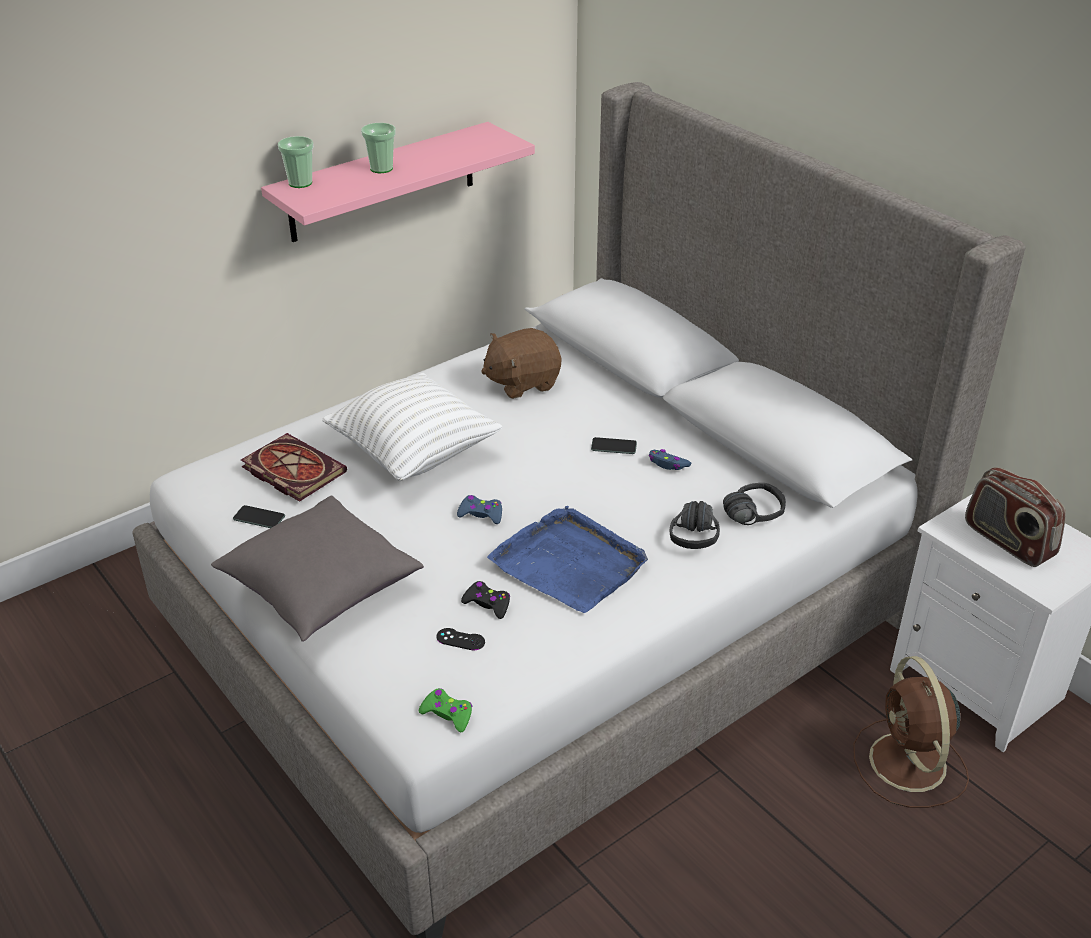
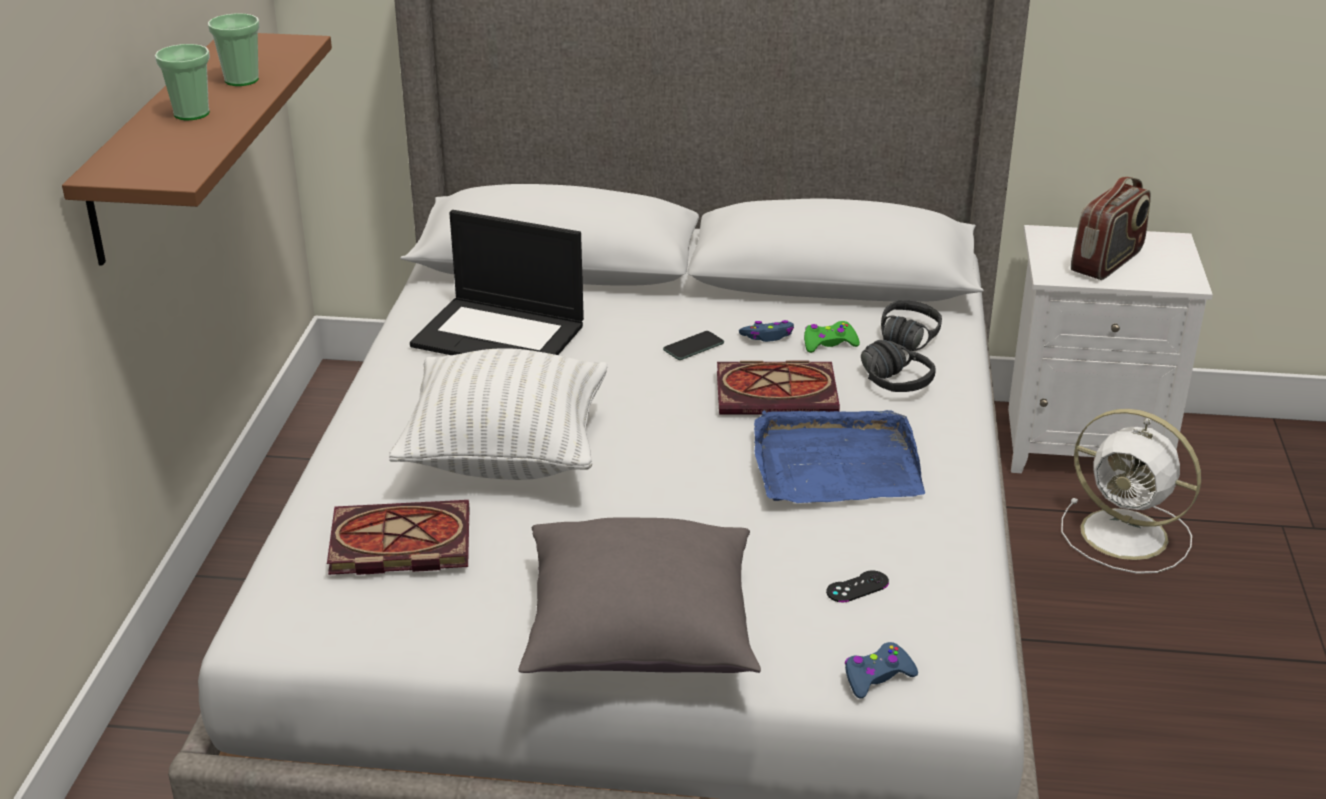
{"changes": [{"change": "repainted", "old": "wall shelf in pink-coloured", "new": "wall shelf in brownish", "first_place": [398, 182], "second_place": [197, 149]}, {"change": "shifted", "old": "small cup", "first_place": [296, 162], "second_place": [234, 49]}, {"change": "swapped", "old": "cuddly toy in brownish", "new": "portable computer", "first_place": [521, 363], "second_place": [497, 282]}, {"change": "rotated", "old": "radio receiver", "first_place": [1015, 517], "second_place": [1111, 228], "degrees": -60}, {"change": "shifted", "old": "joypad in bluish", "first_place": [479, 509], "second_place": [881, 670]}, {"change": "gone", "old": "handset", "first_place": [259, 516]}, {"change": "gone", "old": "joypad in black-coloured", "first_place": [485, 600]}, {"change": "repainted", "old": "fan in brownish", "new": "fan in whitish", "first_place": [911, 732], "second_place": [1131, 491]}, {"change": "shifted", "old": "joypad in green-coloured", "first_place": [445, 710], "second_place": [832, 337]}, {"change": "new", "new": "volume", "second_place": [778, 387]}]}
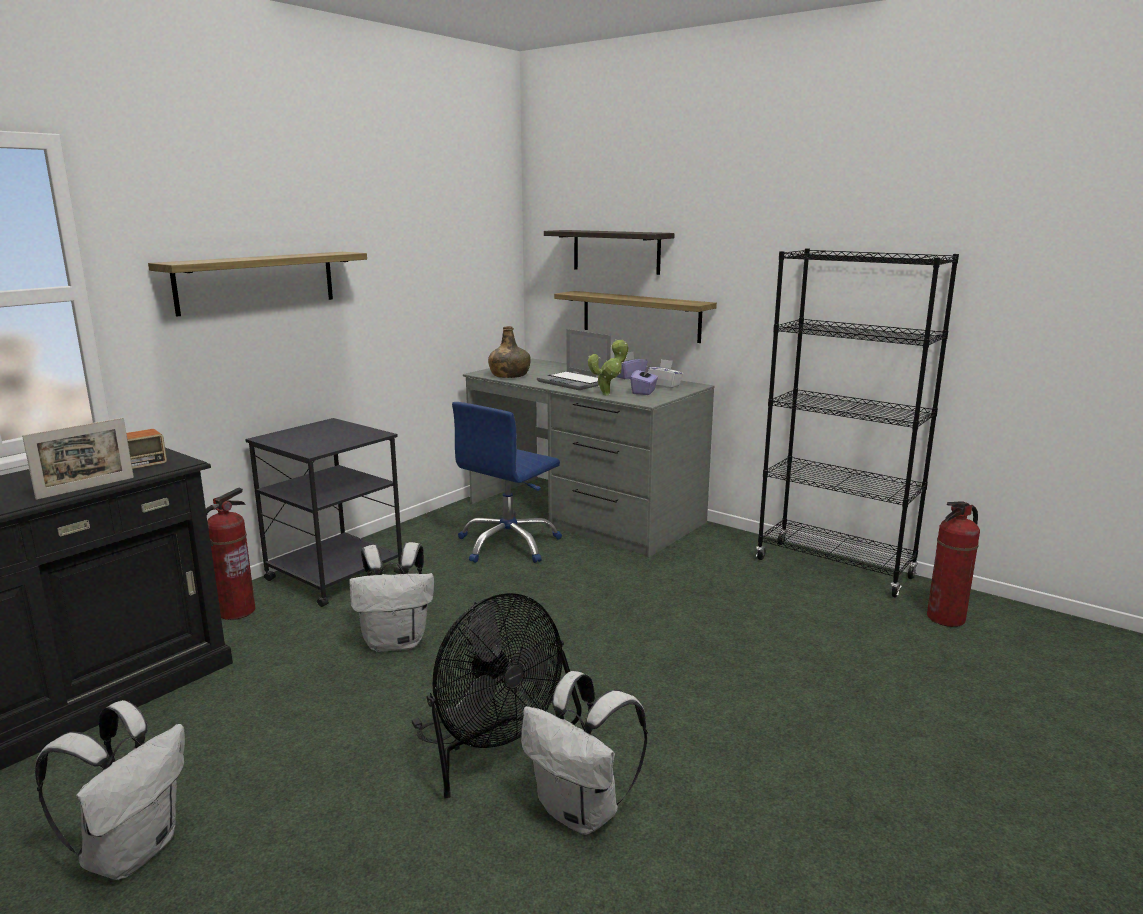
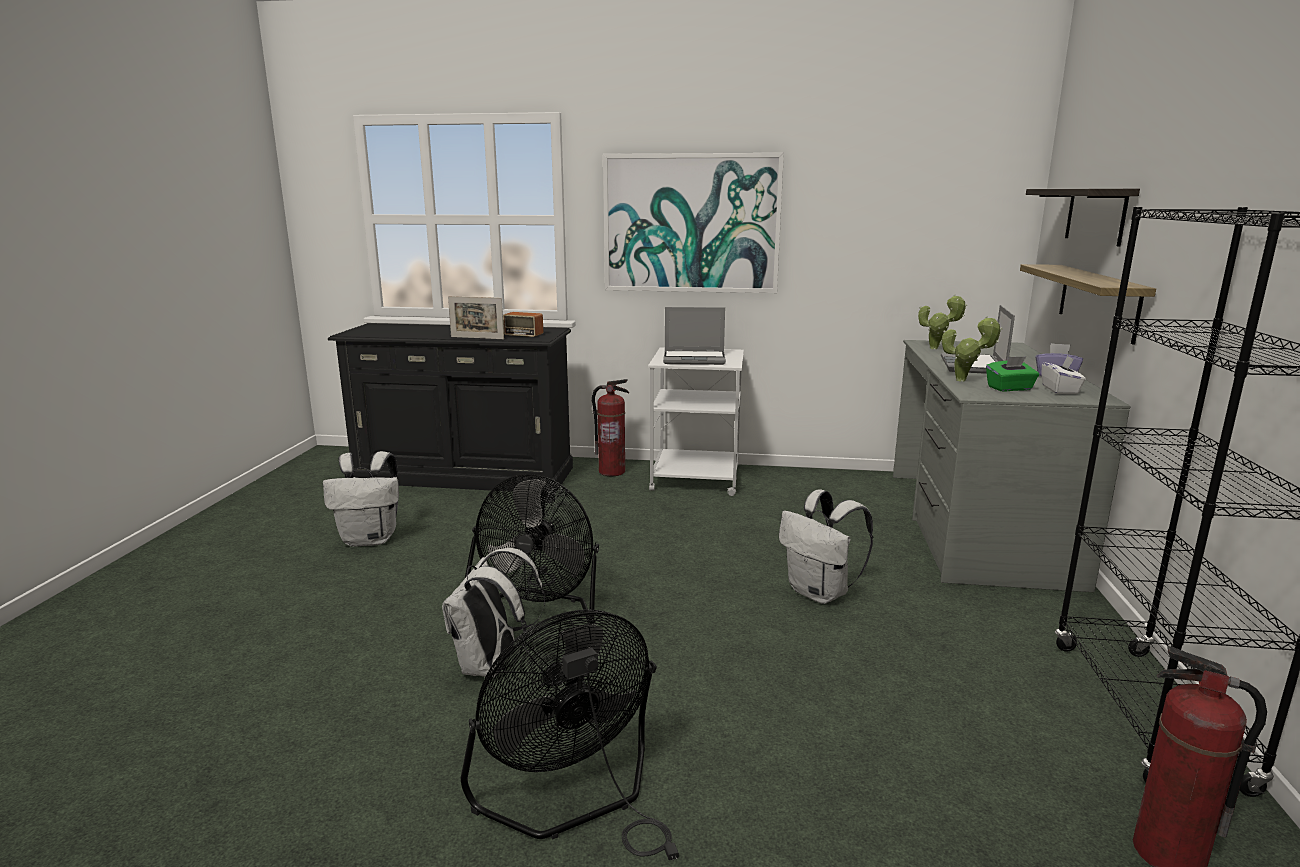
{"changes": [{"change": "swapped", "old": "wall shelf", "new": "wall art", "first_place": [257, 284], "second_place": [693, 223]}, {"change": "swapped", "old": "drink bottle in green-coloured", "new": "potted plant", "first_place": [509, 352], "second_place": [942, 322]}, {"change": "repainted", "old": "tissue box in purple-coloured", "new": "tissue box in green-coloured", "first_place": [644, 380], "second_place": [1012, 373]}, {"change": "gone", "old": "computer chair in bluish", "first_place": [507, 482]}, {"change": "repainted", "old": "wheeled cart in black-coloured", "new": "wheeled cart in whitish", "first_place": [323, 512], "second_place": [696, 421]}, {"change": "shifted", "old": "rucksack in whitish", "first_place": [391, 597], "second_place": [826, 547]}, {"change": "new", "new": "portable computer", "second_place": [694, 336]}, {"change": "new", "new": "fan in black-coloured", "second_place": [570, 734]}]}
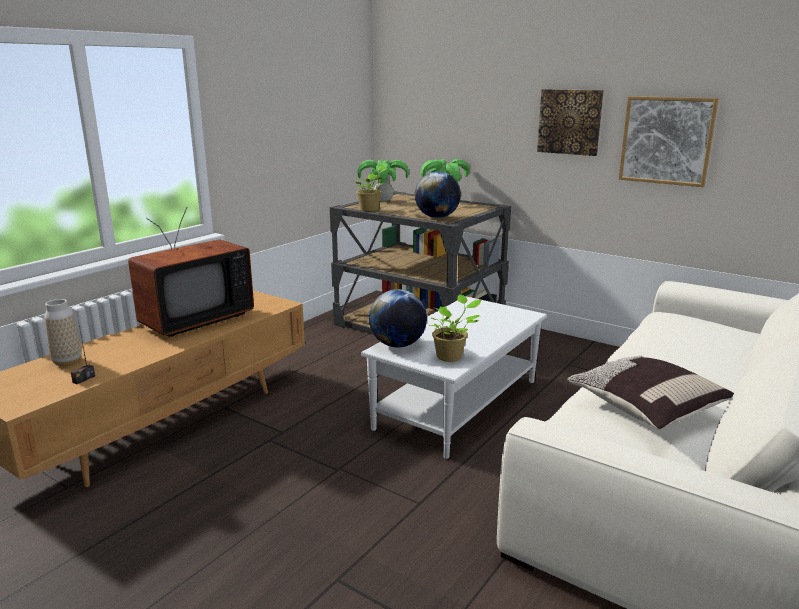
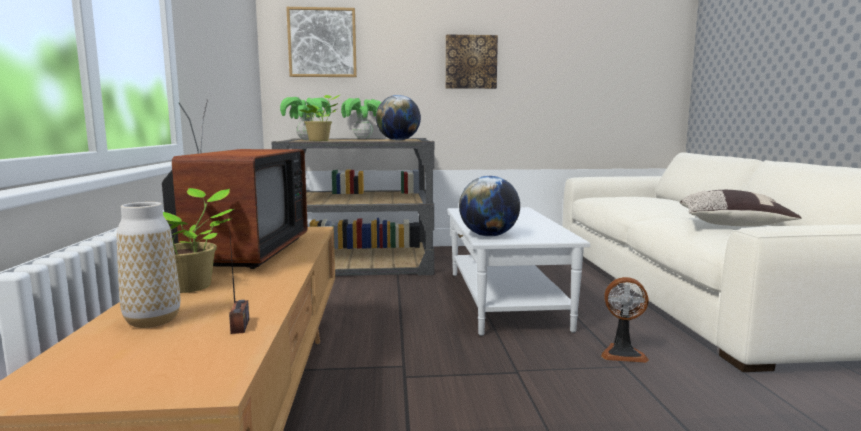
{"changes": [{"change": "shifted", "old": "wall art", "first_place": [669, 141], "second_place": [321, 42]}, {"change": "shifted", "old": "potted plant", "first_place": [455, 328], "second_place": [198, 240]}, {"change": "new", "new": "fan", "second_place": [625, 320]}]}
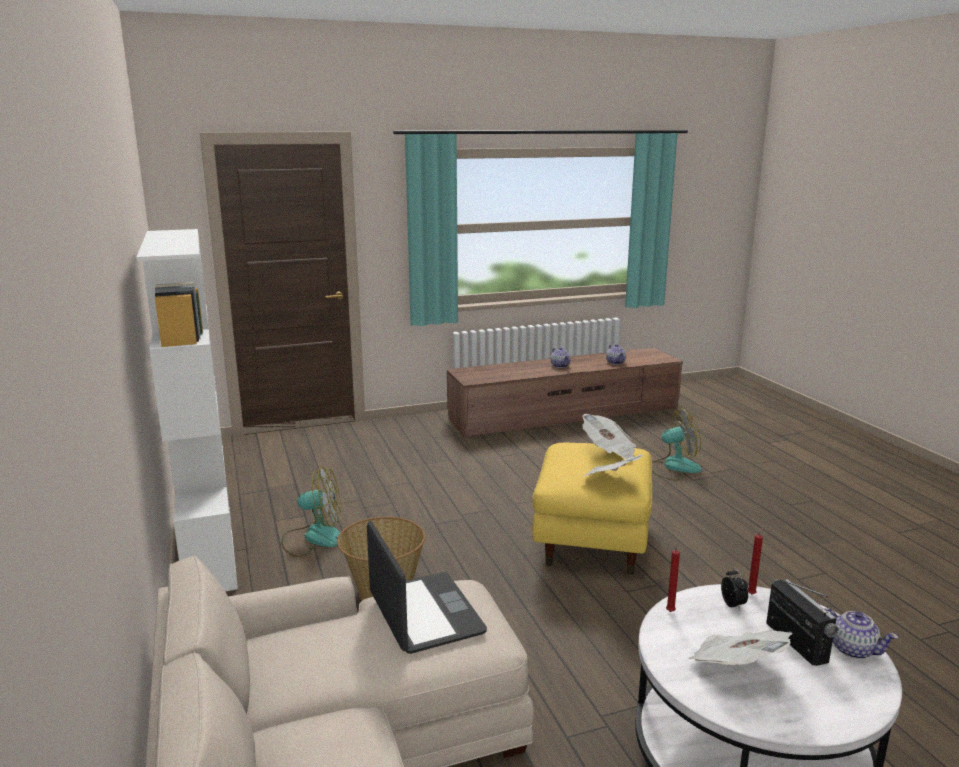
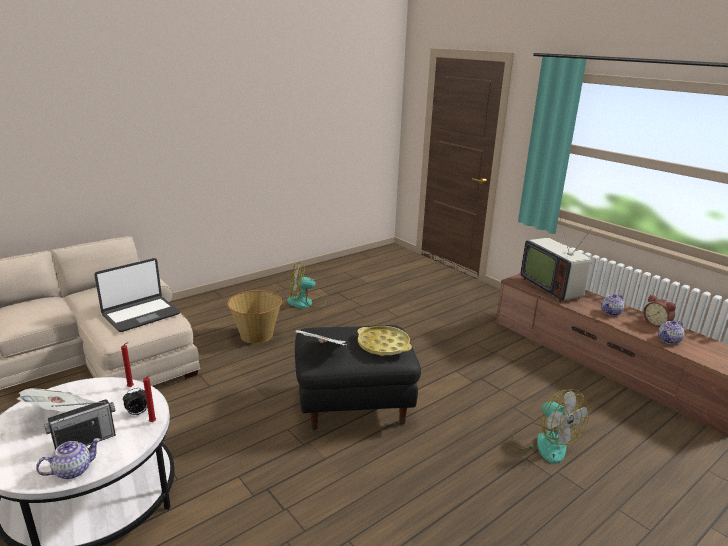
{"changes": [{"change": "gone", "old": "bookcase in whitish", "first_place": [187, 410]}, {"change": "swapped", "old": "newspaper", "new": "carrying tray in yellowish", "first_place": [609, 436], "second_place": [384, 341]}, {"change": "repainted", "old": "footrest in yellowish", "new": "footrest in black-coloured", "first_place": [592, 509], "second_place": [358, 377]}, {"change": "rotated", "old": "fan", "first_place": [311, 511], "second_place": [306, 285], "degrees": 105}, {"change": "rotated", "old": "tea pot", "first_place": [862, 633], "second_place": [68, 458], "degrees": -150}, {"change": "new", "new": "TV set", "second_place": [556, 260]}, {"change": "new", "new": "bedside clock", "second_place": [659, 311]}]}
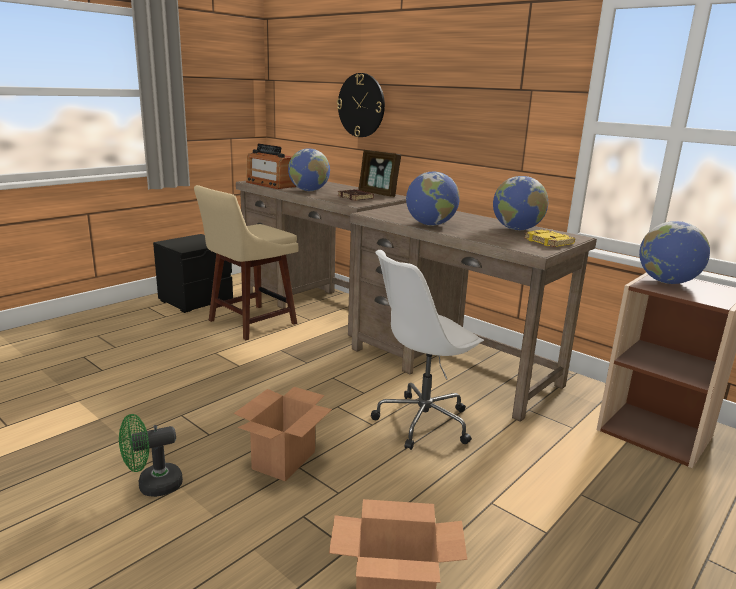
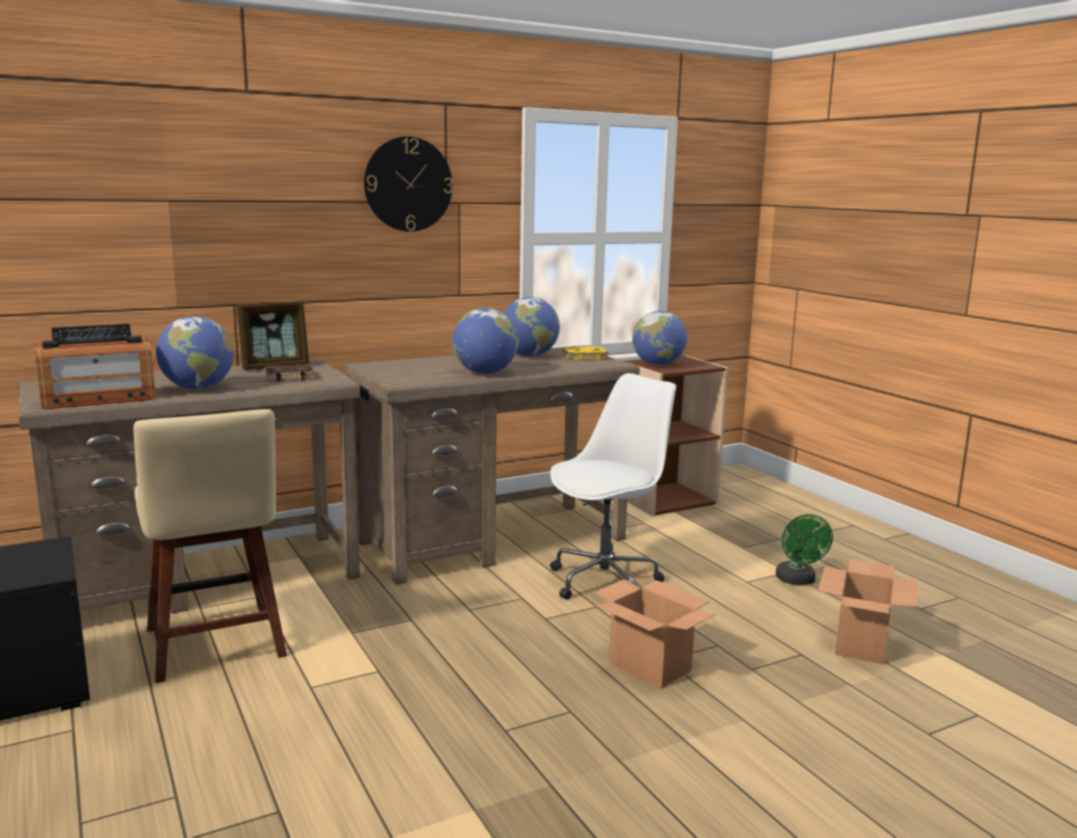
{"changes": [{"change": "shifted", "old": "wall clock", "first_place": [361, 105], "second_place": [408, 184]}, {"change": "rotated", "old": "computer chair in whitish", "first_place": [427, 350], "second_place": [613, 486], "degrees": -120}, {"change": "shifted", "old": "fan in green-coloured", "first_place": [151, 455], "second_place": [804, 549]}]}
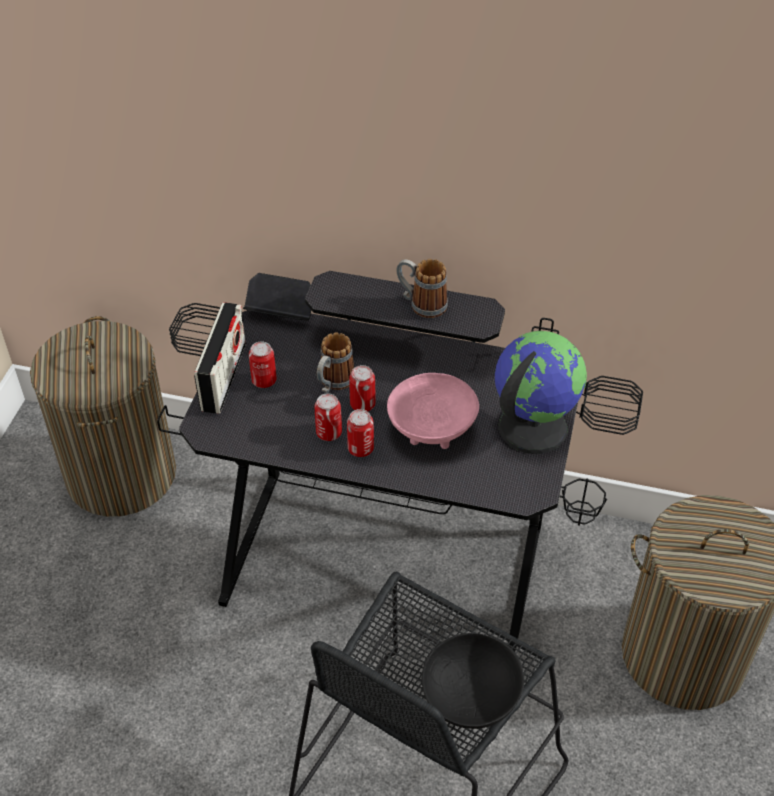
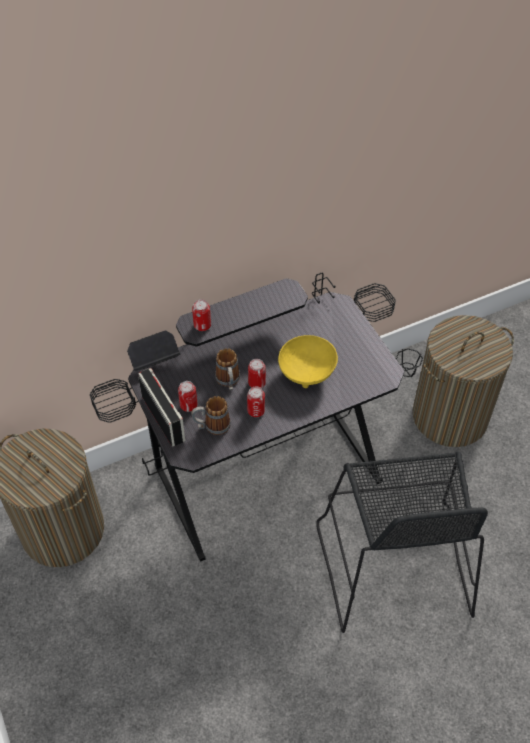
{"changes": [{"change": "shifted", "old": "mug", "first_place": [422, 288], "second_place": [211, 415]}, {"change": "gone", "old": "world globe", "first_place": [541, 392]}, {"change": "repainted", "old": "deep dish in pink-coloured", "new": "deep dish in yellowish", "first_place": [433, 411], "second_place": [308, 361]}, {"change": "shifted", "old": "sealed can", "first_place": [360, 433], "second_place": [201, 315]}, {"change": "gone", "old": "deep dish in black-coloured", "first_place": [473, 681]}]}
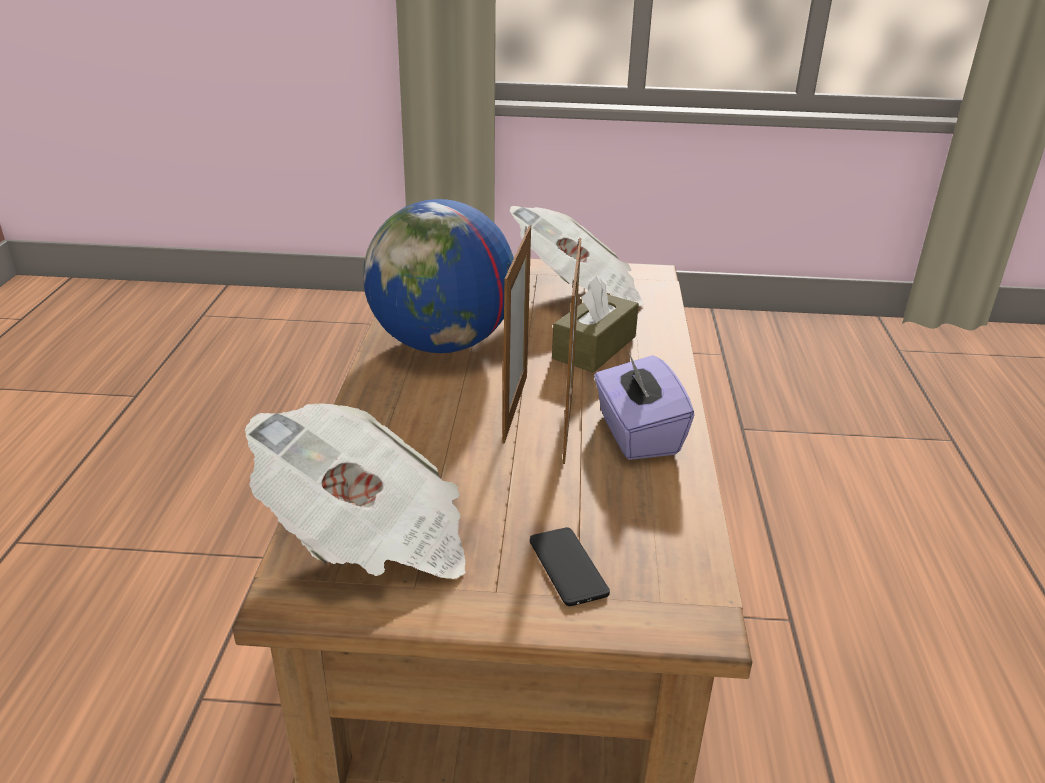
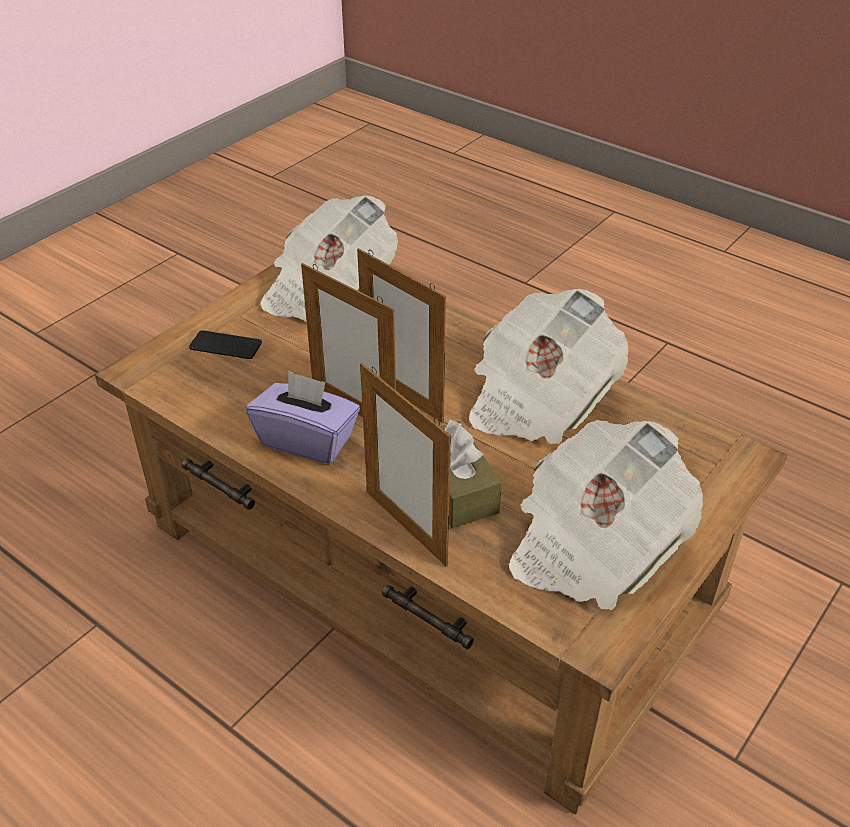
{"changes": [{"change": "swapped", "old": "world globe", "new": "newspaper", "first_place": [438, 276], "second_place": [548, 366]}, {"change": "new", "new": "photo frame", "second_place": [405, 465]}]}
